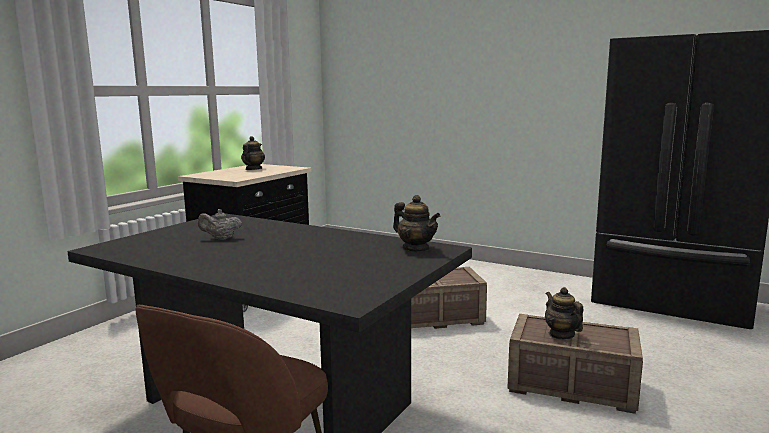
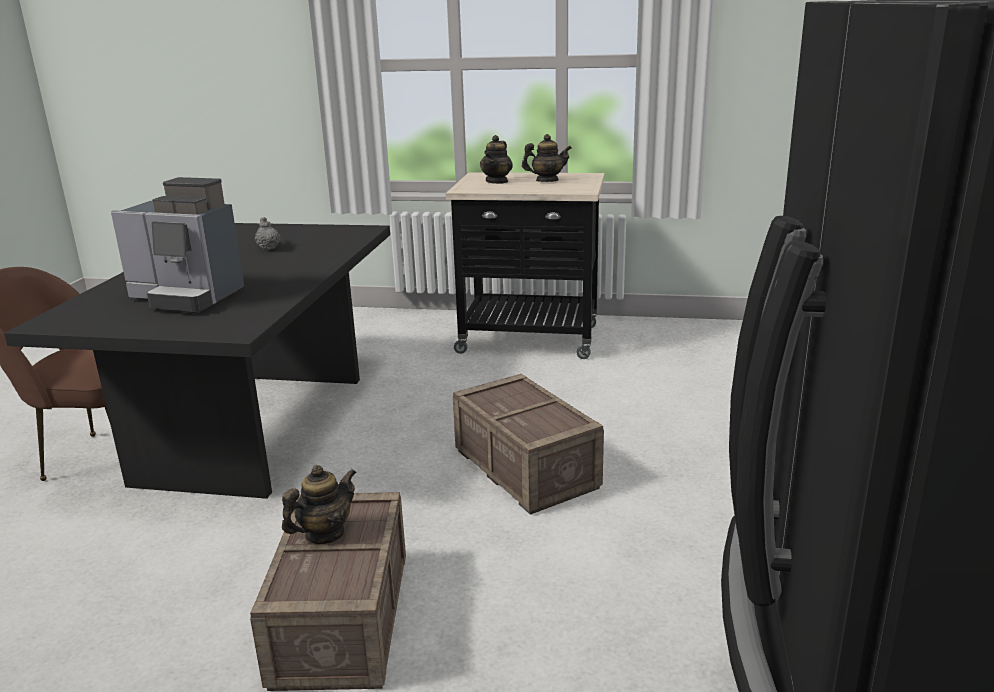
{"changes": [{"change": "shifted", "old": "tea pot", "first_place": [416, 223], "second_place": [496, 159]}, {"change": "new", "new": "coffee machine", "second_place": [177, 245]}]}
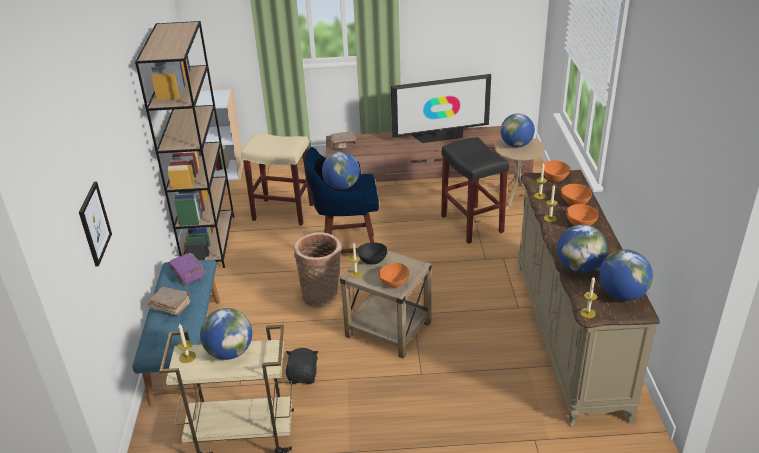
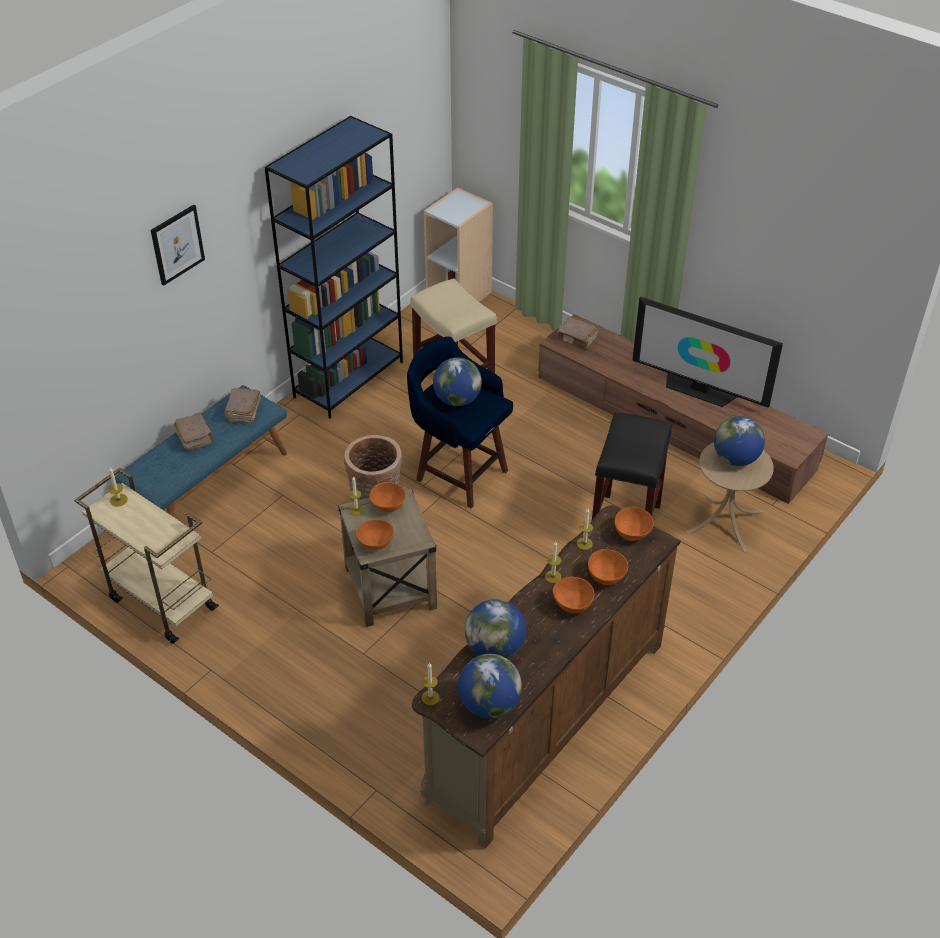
{"changes": [{"change": "repainted", "old": "bookcase in beige", "new": "bookcase in bluish", "first_place": [184, 144], "second_place": [333, 267]}, {"change": "shifted", "old": "wall art", "first_place": [95, 224], "second_place": [178, 245]}, {"change": "repainted", "old": "deep dish in black-coloured", "new": "deep dish in orangey", "first_place": [372, 253], "second_place": [387, 497]}, {"change": "repainted", "old": "volume in purple-coloured", "new": "volume in brownish", "first_place": [186, 269], "second_place": [242, 406]}, {"change": "gone", "old": "world globe", "first_place": [226, 334]}, {"change": "gone", "old": "cuddly toy in black-coloured", "first_place": [302, 366]}]}
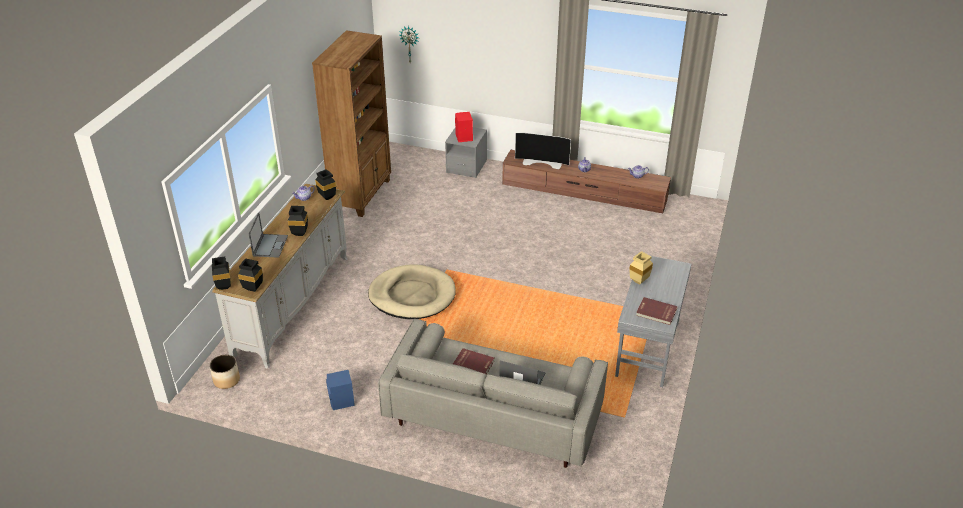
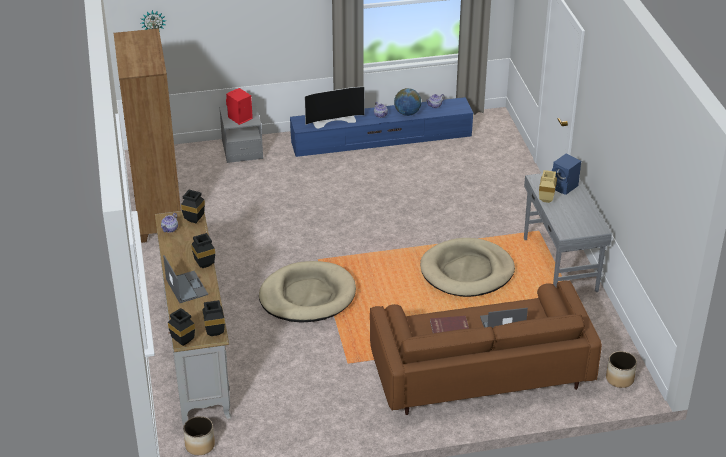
{"changes": [{"change": "repainted", "old": "tv unit in brownish", "new": "tv unit in bluish", "first_place": [586, 181], "second_place": [381, 127]}, {"change": "gone", "old": "volume in red", "first_place": [657, 311]}, {"change": "repainted", "old": "couch in greyish", "new": "couch in brownish", "first_place": [493, 393], "second_place": [486, 347]}, {"change": "shifted", "old": "speaker in bluish", "first_place": [340, 390], "second_place": [566, 174]}, {"change": "new", "new": "world globe", "second_place": [407, 102]}, {"change": "new", "new": "pet bed in beige", "second_place": [467, 267]}, {"change": "new", "new": "planter", "second_place": [621, 369]}]}
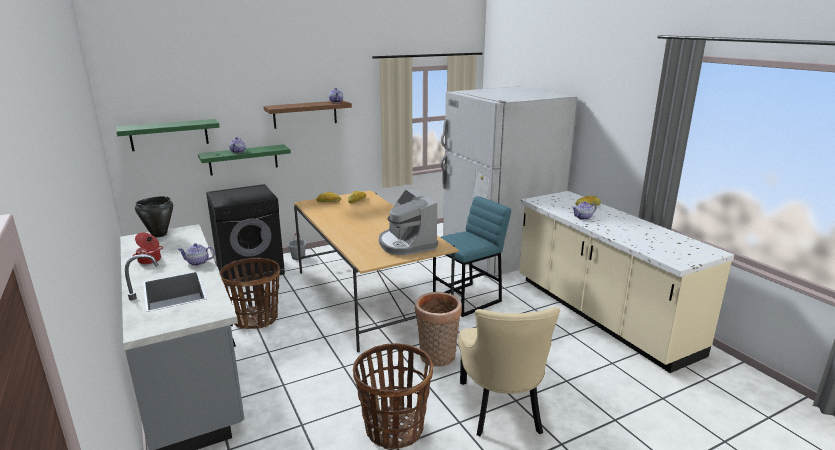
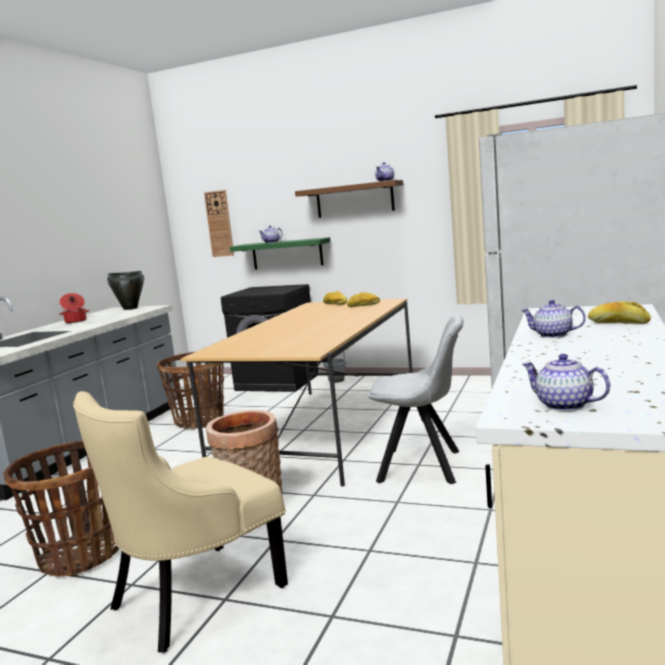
{"changes": [{"change": "swapped", "old": "wall shelf in green-coloured", "new": "wall clock", "first_place": [168, 135], "second_place": [219, 223]}, {"change": "gone", "old": "coffee machine", "first_place": [408, 222]}, {"change": "swapped", "old": "stool in bluish", "new": "plain chair in greyish", "first_place": [472, 256], "second_place": [416, 399]}, {"change": "shifted", "old": "tea pot", "first_place": [196, 254], "second_place": [566, 382]}]}
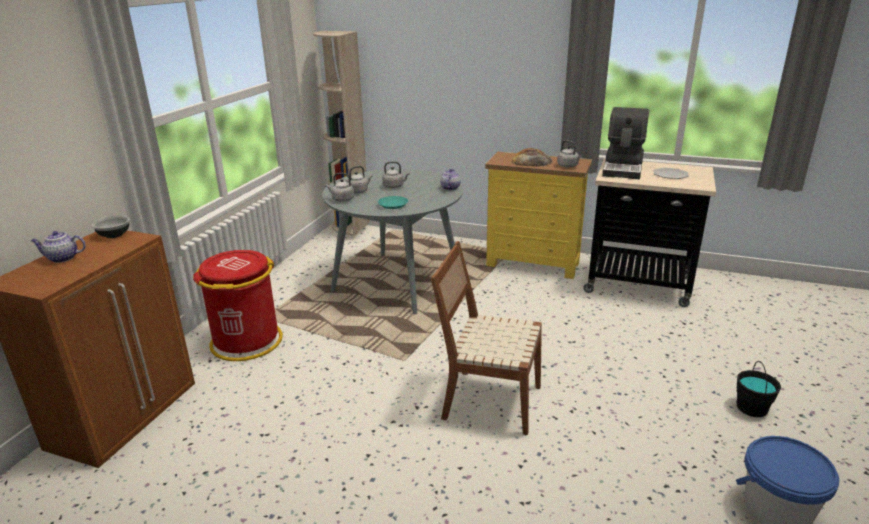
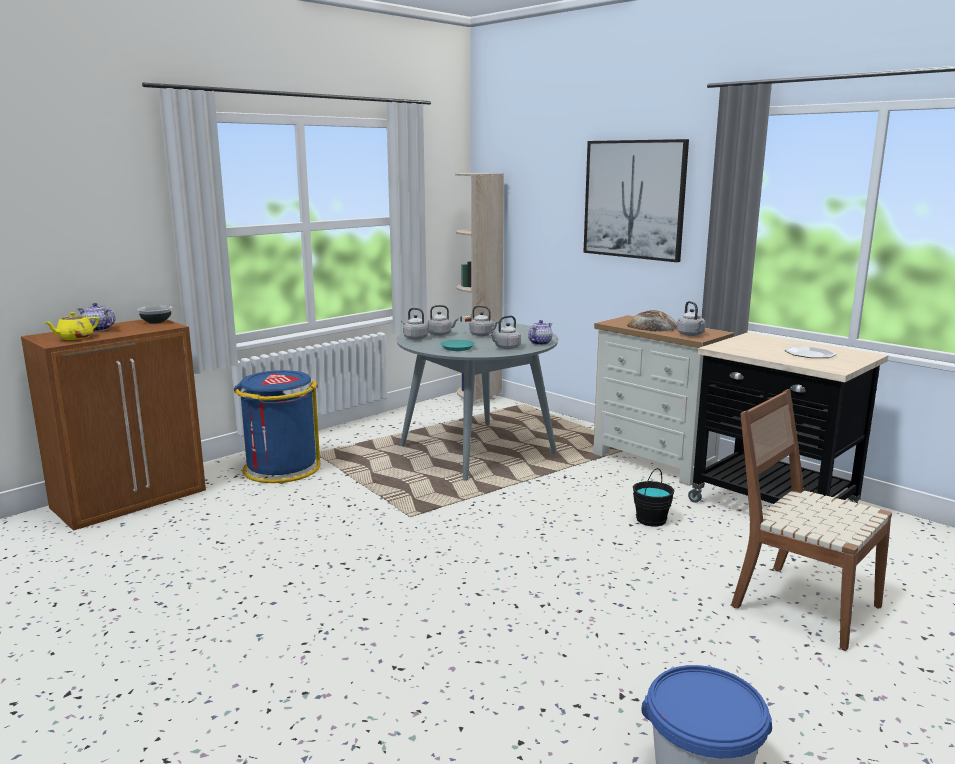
{"changes": [{"change": "gone", "old": "coffee machine", "first_place": [625, 143]}, {"change": "repainted", "old": "dresser in yellowish", "new": "dresser in whitish", "first_place": [538, 215], "second_place": [663, 400]}, {"change": "shifted", "old": "plain chair", "first_place": [486, 338], "second_place": [811, 520]}, {"change": "repainted", "old": "trash can in red", "new": "trash can in bluish", "first_place": [238, 305], "second_place": [277, 426]}, {"change": "shifted", "old": "water bucket in black-coloured", "first_place": [758, 389], "second_place": [653, 497]}, {"change": "new", "new": "wall art", "second_place": [636, 200]}, {"change": "new", "new": "tea pot in yellowish", "second_place": [71, 326]}, {"change": "new", "new": "water kettle in greyish", "second_place": [505, 332]}]}
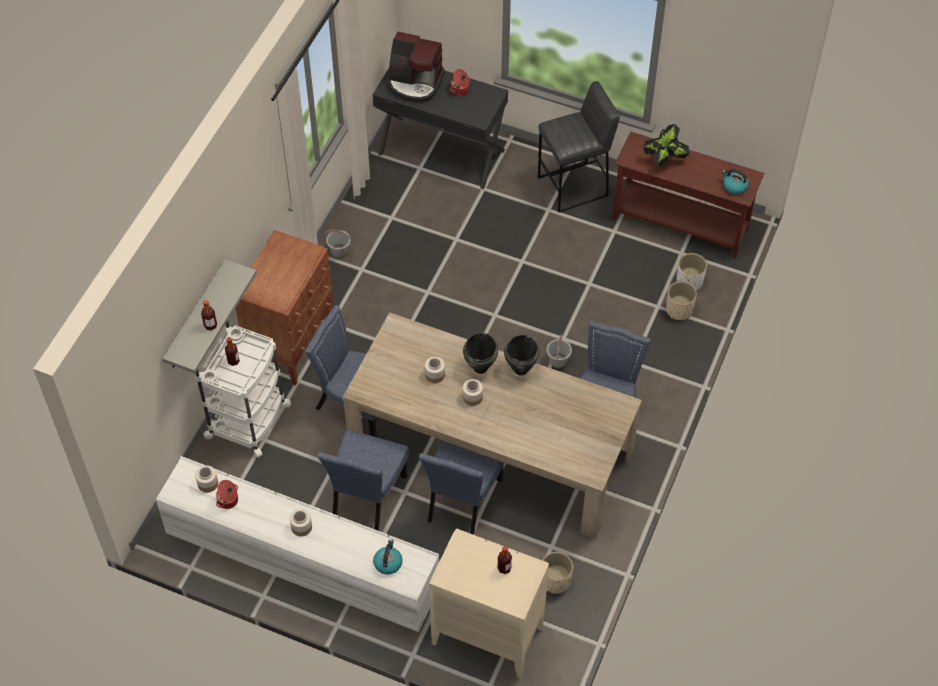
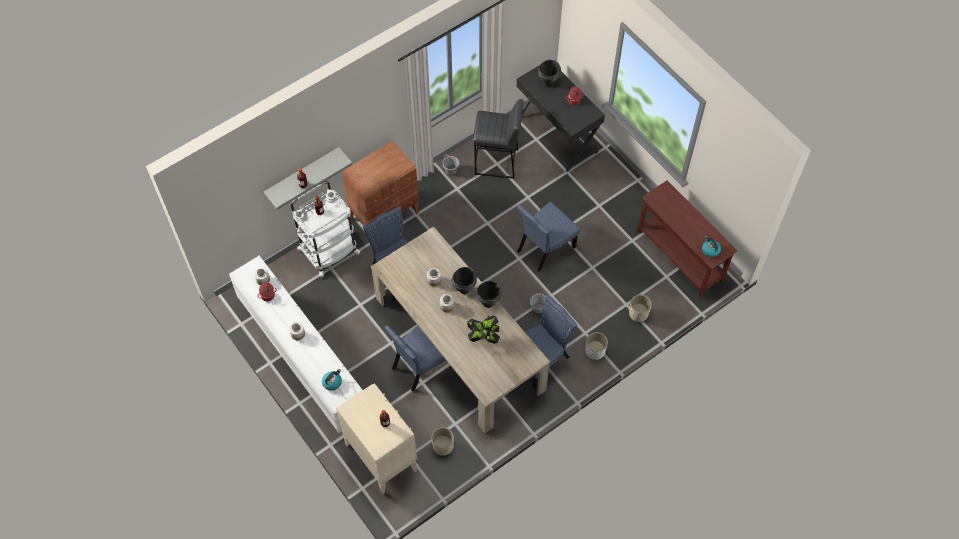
{"changes": [{"change": "swapped", "old": "coffee machine", "new": "cooking pot in black-coloured", "first_place": [416, 66], "second_place": [549, 73]}, {"change": "shifted", "old": "stool in greyish", "first_place": [579, 147], "second_place": [498, 139]}, {"change": "shifted", "old": "potted plant", "first_place": [666, 145], "second_place": [483, 329]}, {"change": "shifted", "old": "planter in whitish", "first_place": [692, 272], "second_place": [596, 346]}, {"change": "shifted", "old": "plain chair in bluish", "first_place": [363, 480], "second_place": [548, 237]}]}
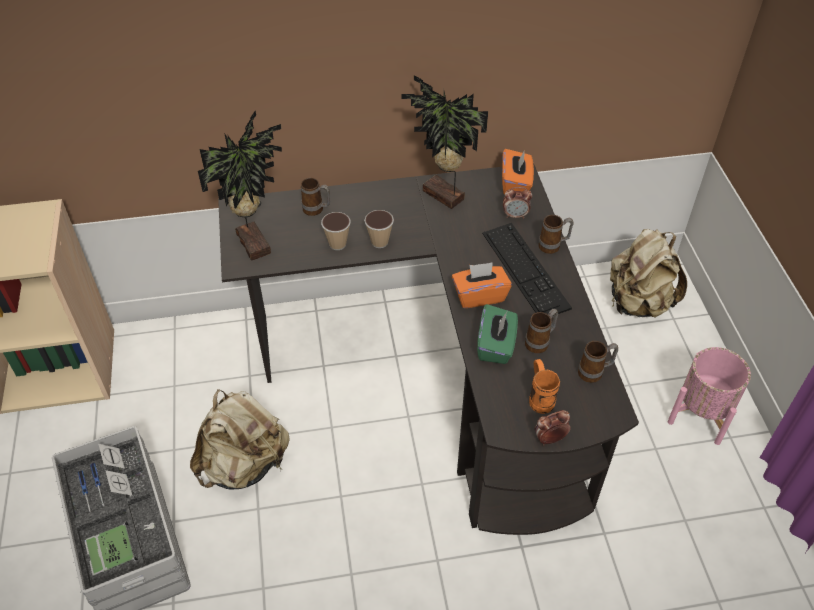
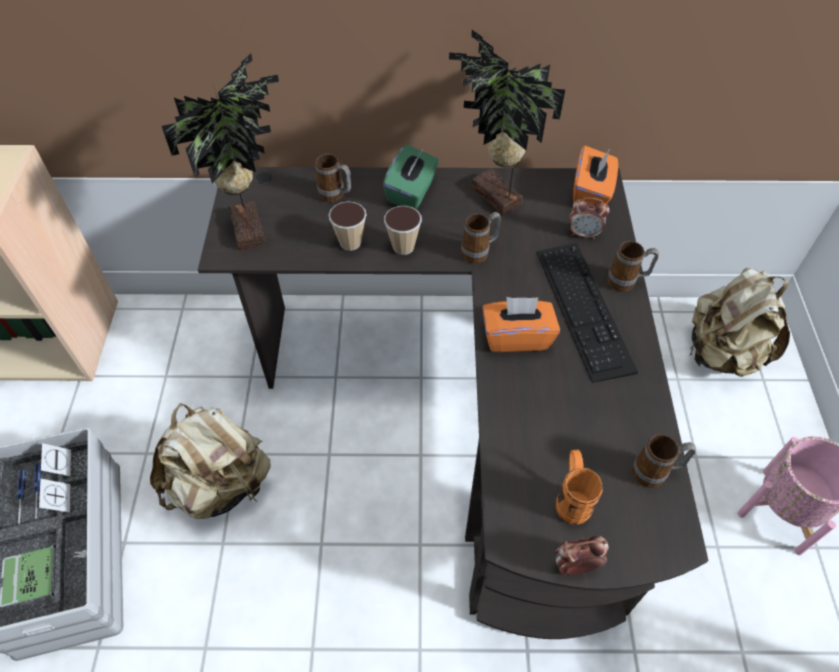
{"changes": [{"change": "shifted", "old": "tissue box in green-coloured", "first_place": [497, 334], "second_place": [411, 177]}, {"change": "shifted", "old": "mug", "first_place": [541, 331], "second_place": [481, 238]}]}
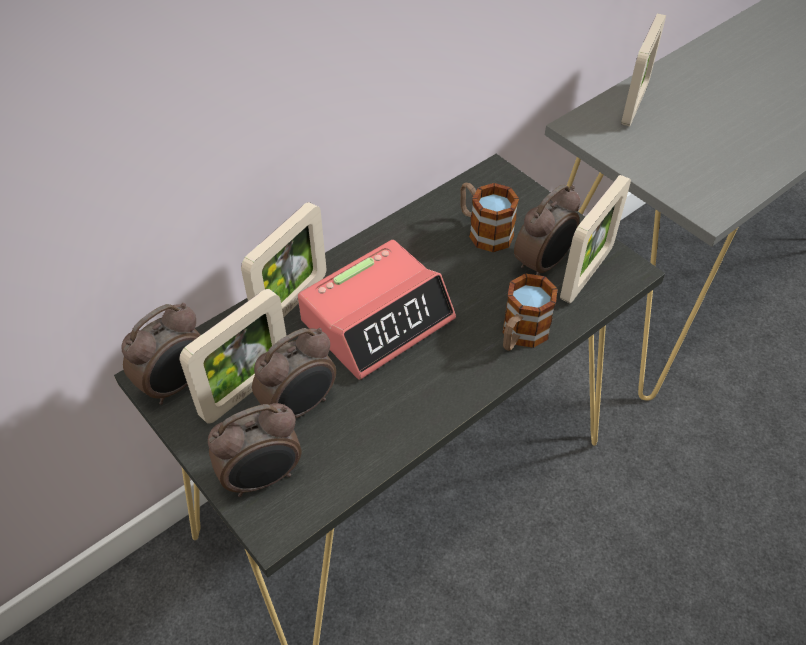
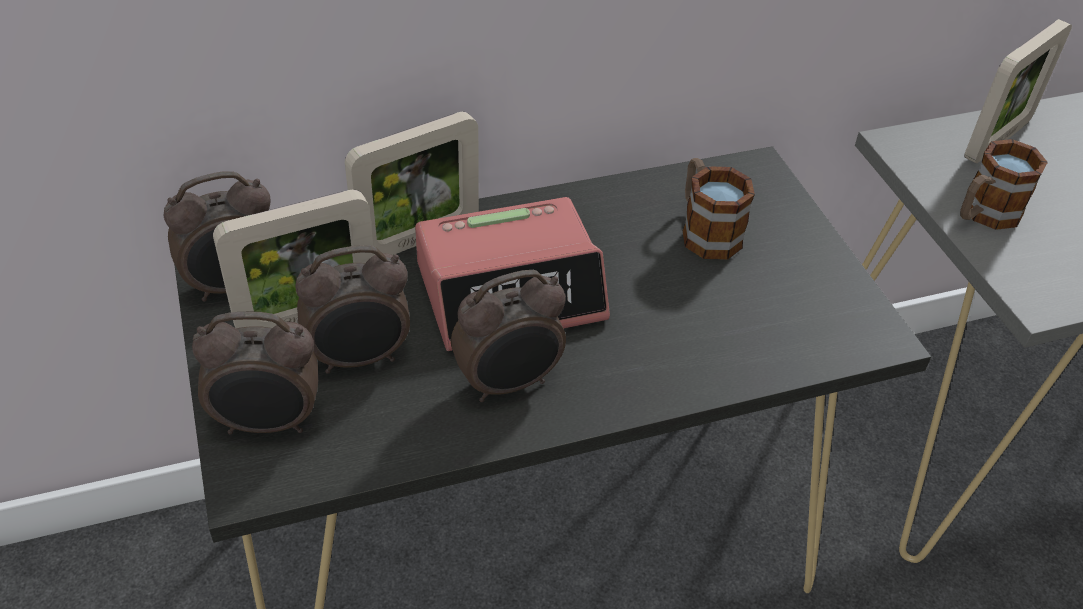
{"changes": [{"change": "gone", "old": "photo frame", "first_place": [595, 239]}, {"change": "shifted", "old": "bedside clock", "first_place": [547, 229], "second_place": [508, 336]}, {"change": "shifted", "old": "mug", "first_place": [530, 312], "second_place": [1004, 184]}]}
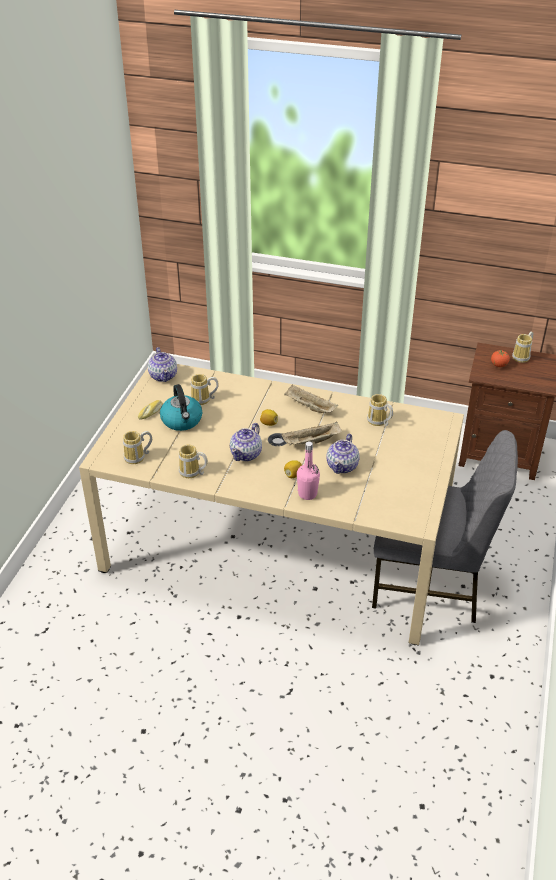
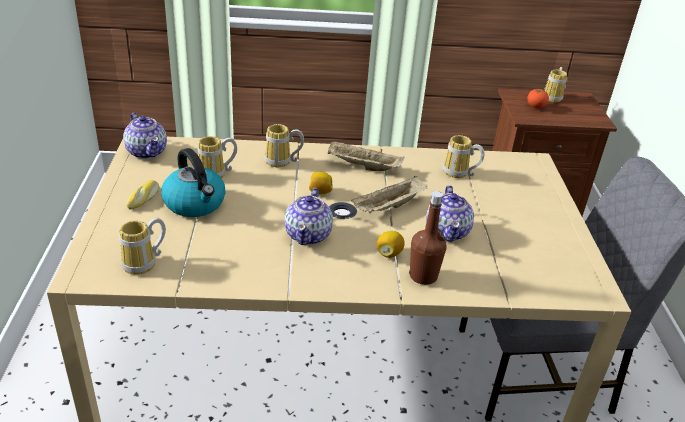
{"changes": [{"change": "repainted", "old": "drink bottle in pink-coloured", "new": "drink bottle in brownish", "first_place": [308, 470], "second_place": [428, 238]}, {"change": "shifted", "old": "mug", "first_place": [193, 461], "second_place": [284, 145]}]}
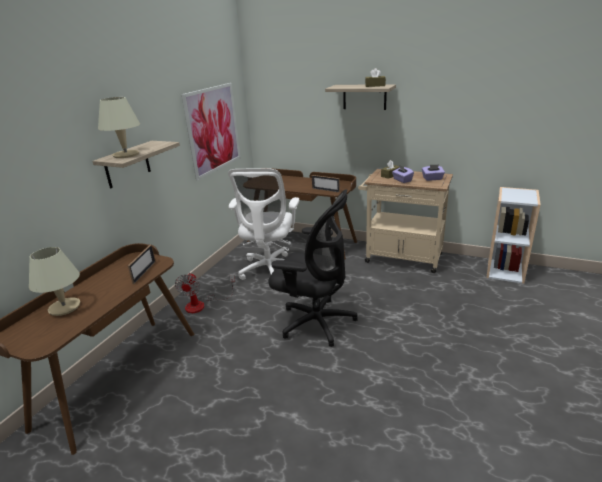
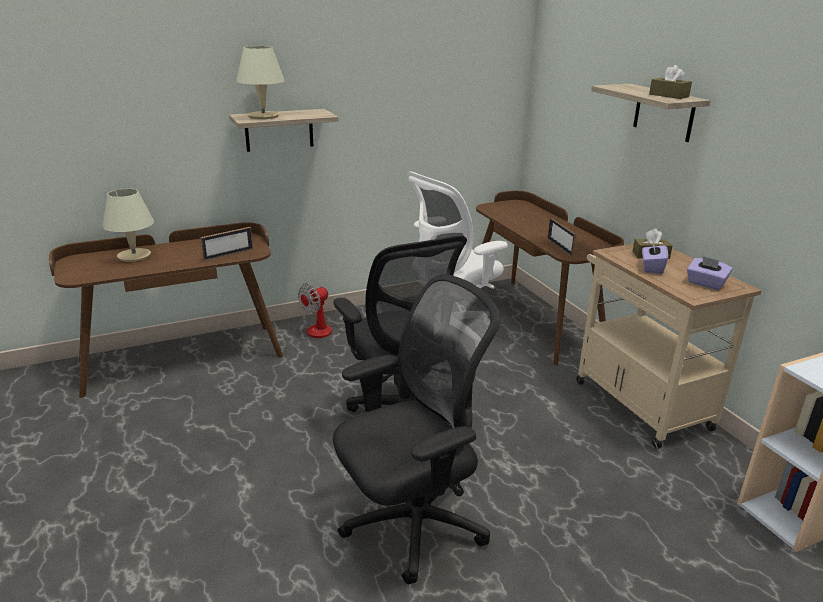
{"changes": [{"change": "gone", "old": "wall art", "first_place": [211, 131]}, {"change": "new", "new": "computer chair in black-coloured", "second_place": [416, 429]}]}
